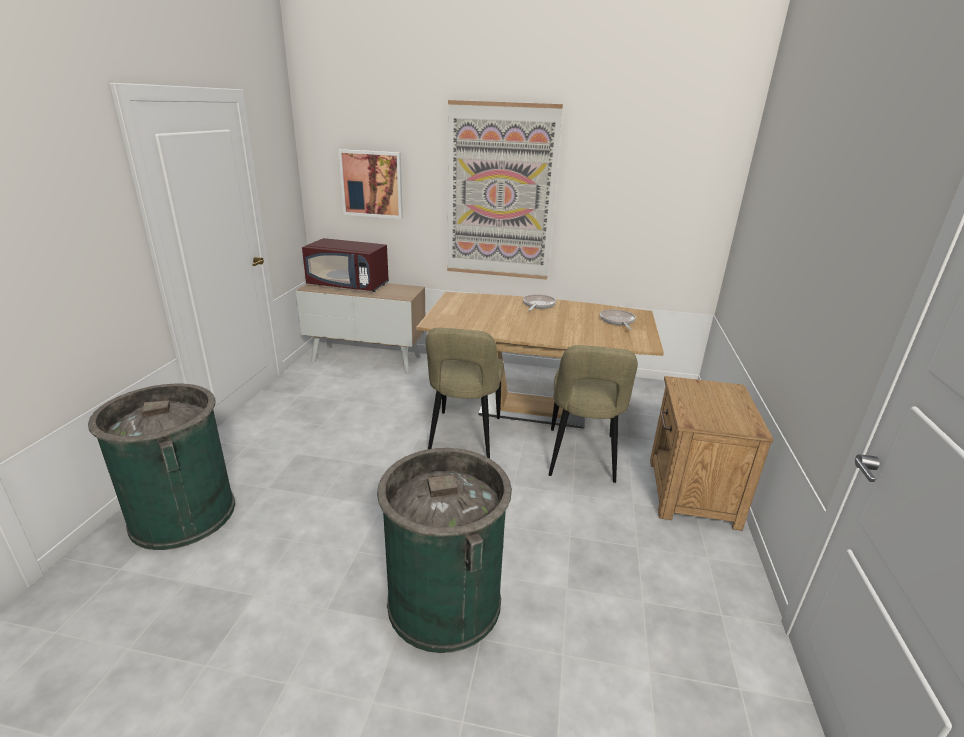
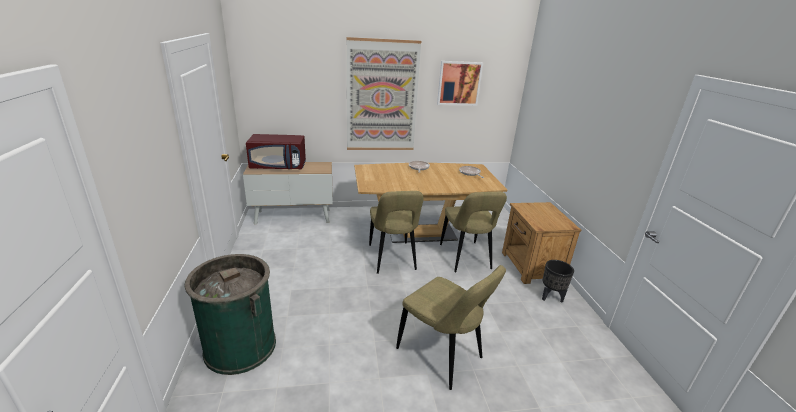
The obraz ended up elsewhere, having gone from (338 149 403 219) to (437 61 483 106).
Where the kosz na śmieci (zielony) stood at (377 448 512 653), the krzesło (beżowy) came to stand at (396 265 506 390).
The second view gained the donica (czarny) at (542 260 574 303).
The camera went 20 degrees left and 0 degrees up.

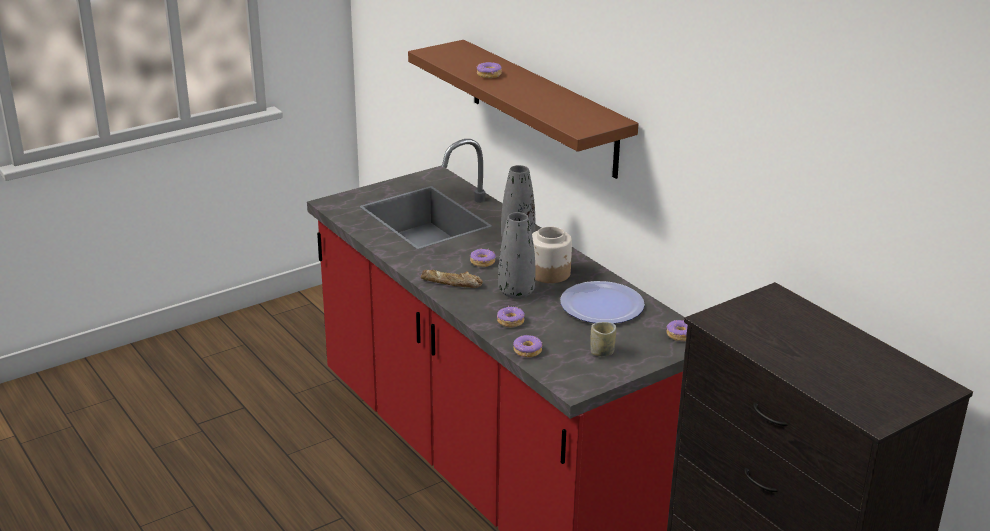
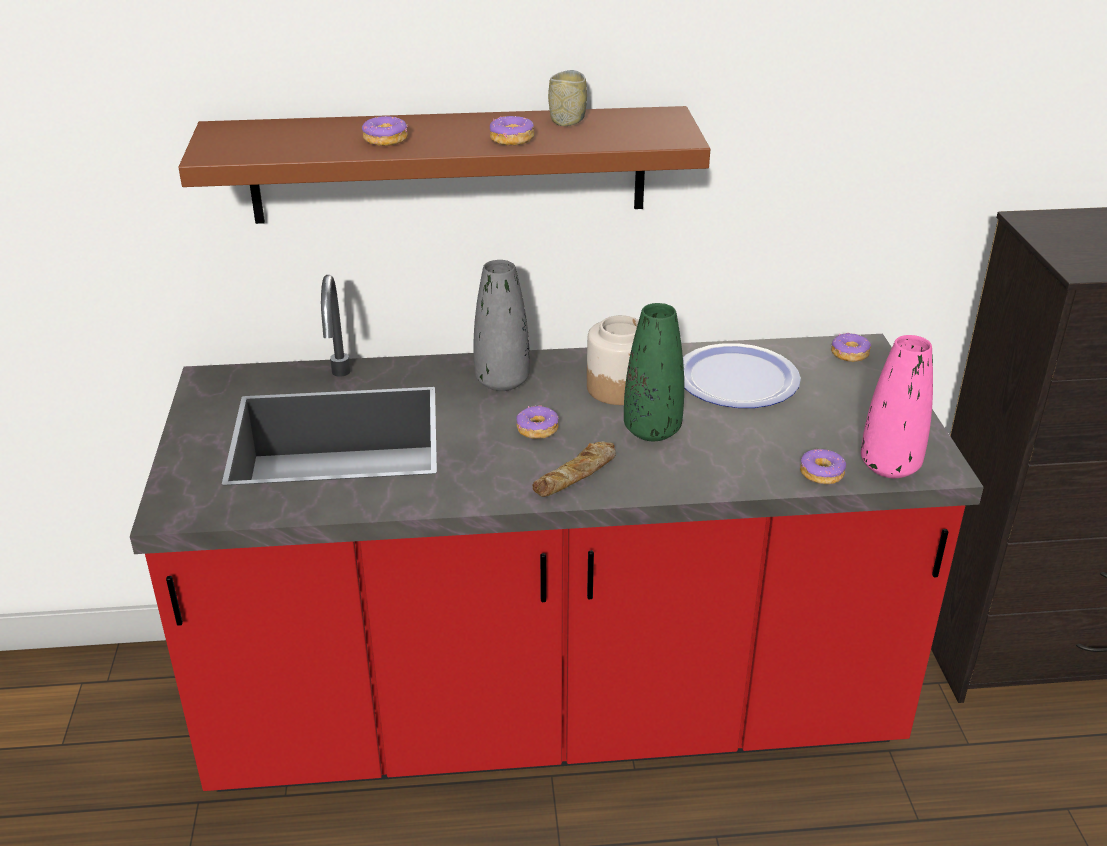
What was the wazon (szary) at (498 212 535 299) turned into the wazon (zielony) at (624 303 684 441).
The donut ended up elsewhere, having gone from (497 306 525 327) to (490 116 534 145).
The filiżanka ended up elsewhere, having gone from (590 322 616 356) to (548 70 587 126).
The second view gained the wazon (różowy) at (861 335 933 478).
The camera went 60 degrees left and 5 degrees up.

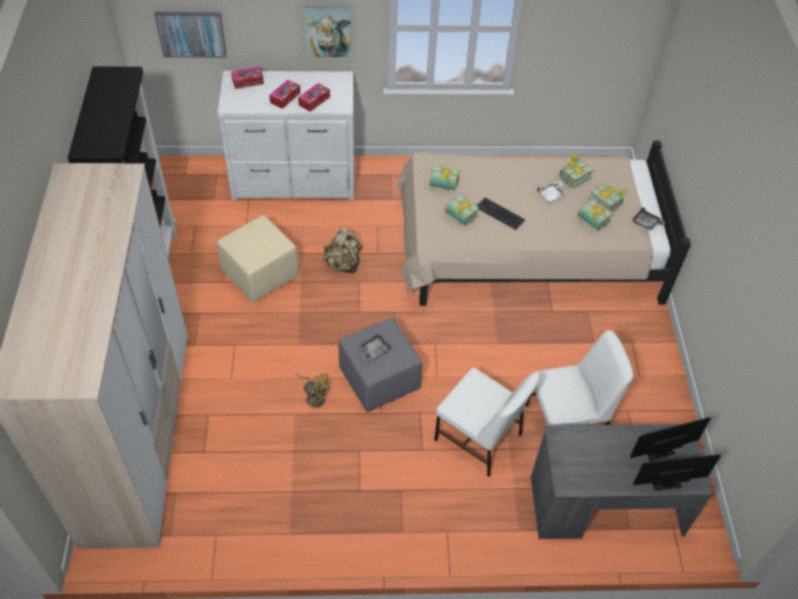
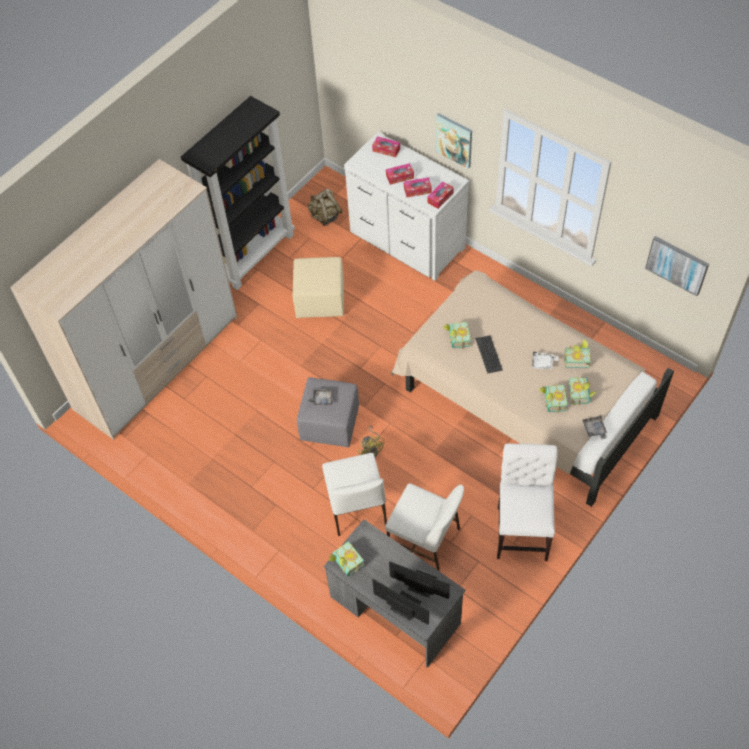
The obraz ended up elsewhere, having gone from (155 12 226 58) to (645 236 709 296).
The książka ended up elsewhere, having gone from (430 165 459 190) to (329 541 365 576).
The plecak (beżowy) ended up elsewhere, having gone from (323 228 362 274) to (308 188 342 226).
The wentylator (żółty) ended up elsewhere, having gone from (296 374 329 408) to (358 426 384 457).
The second view gained the pudełko chusteczek at (427 182 454 209).
The second view gained the krzesło (biały) at (497 443 558 561).
The camera went 45 degrees right and 5 degrees up.

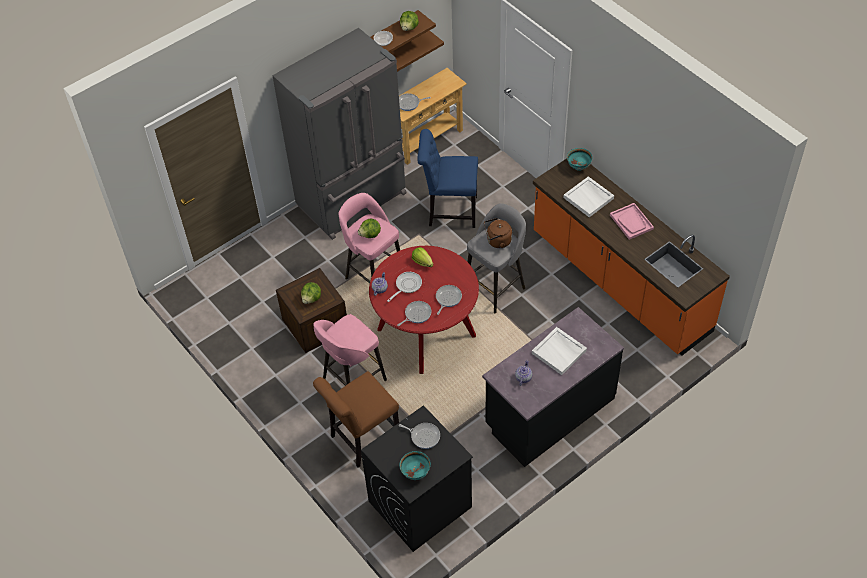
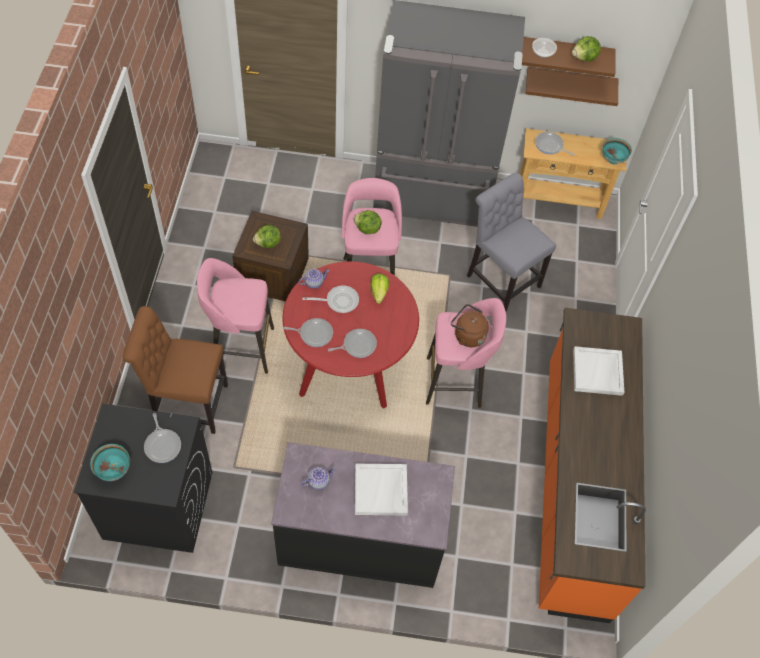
What was the krzesło (niebieski) at (417 129 478 228) turned into the krzesło (szary) at (467 173 556 312).
The miska (turkusowy) ended up elsewhere, having gone from (567 148 593 171) to (602 138 632 164).
What was the stołek (szary) at (467 203 526 314) turned into the stołek (różowy) at (426 298 506 408).
The second view lost the taca (różowy) at (610 203 654 240).
The camera went 40 degrees right and 5 degrees up.

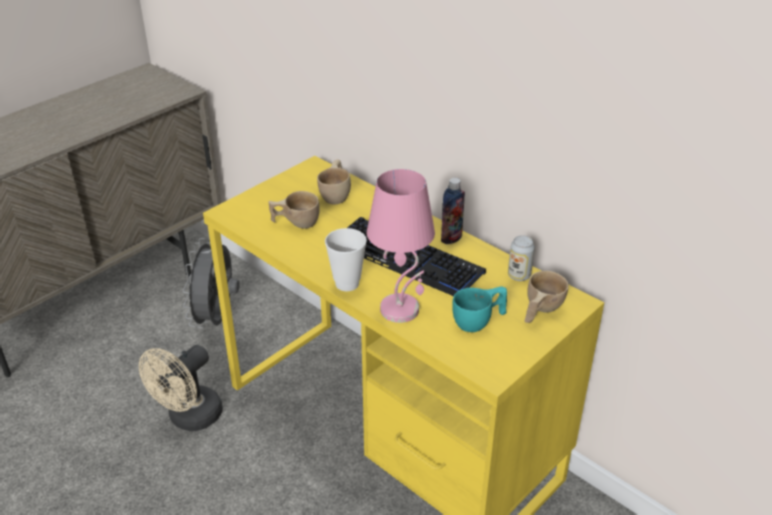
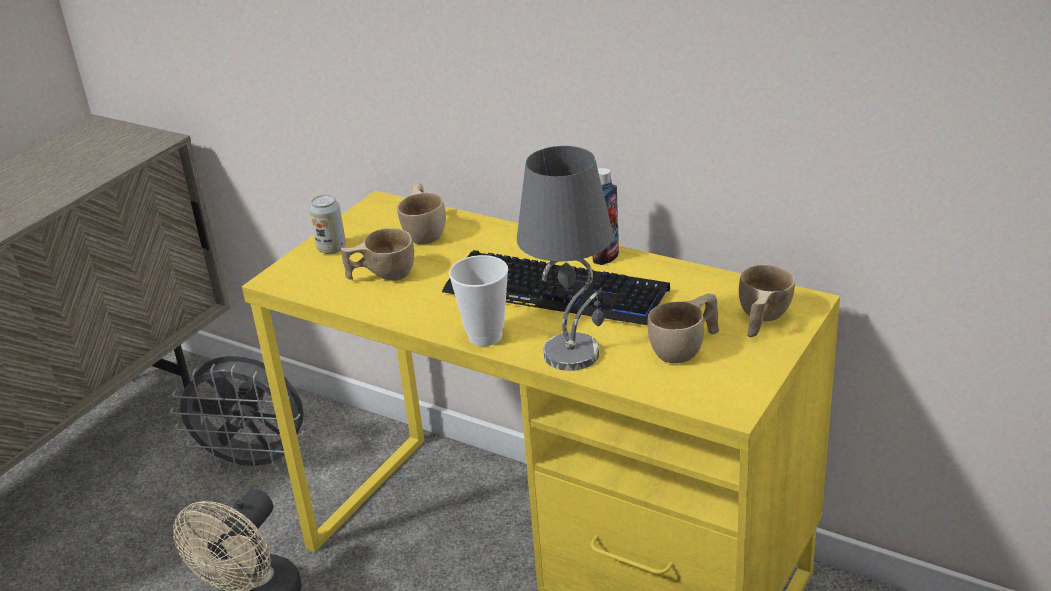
What was the lampa stołowa (różowy) at (367 169 435 323) turned into the lampa stołowa (szary) at (517 146 613 371).
The puszka ended up elsewhere, having gone from (508 235 535 281) to (309 195 346 254).
The wentylator (szary) at (183 238 240 329) ended up facing another way, 75 degrees counterclockwise from before.
What was the filiżanka (turkusowy) at (452 287 507 332) turned into the filiżanka (beżowy) at (647 294 719 363).
The camera went 10 degrees left and 5 degrees down.

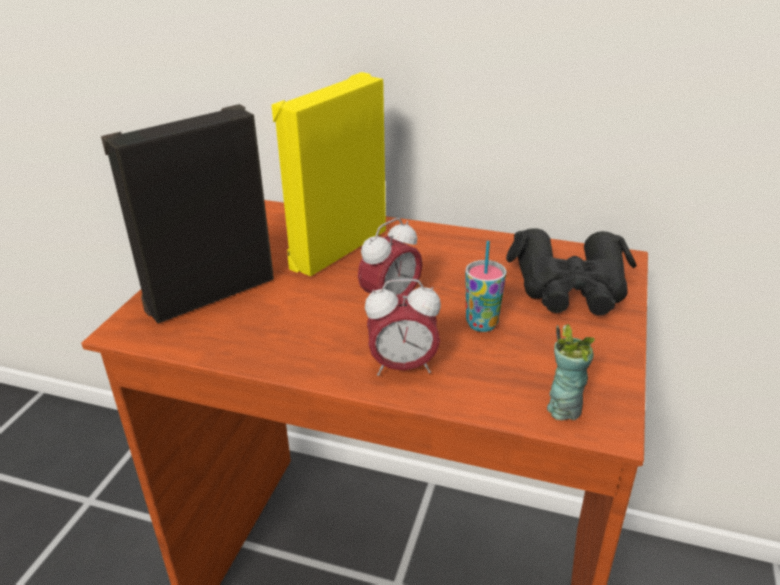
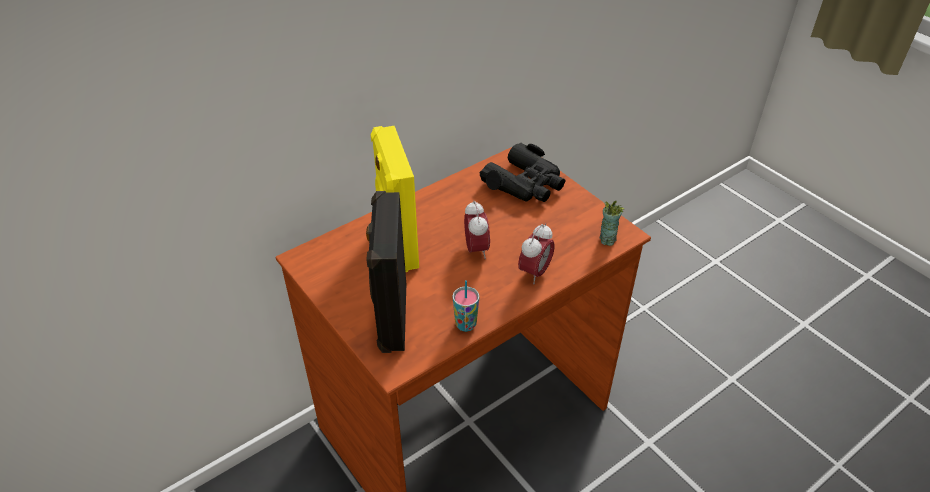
The filiżanka ended up elsewhere, having gone from (465 241 506 332) to (453 280 479 332).
The camera went 55 degrees left and 10 degrees up.

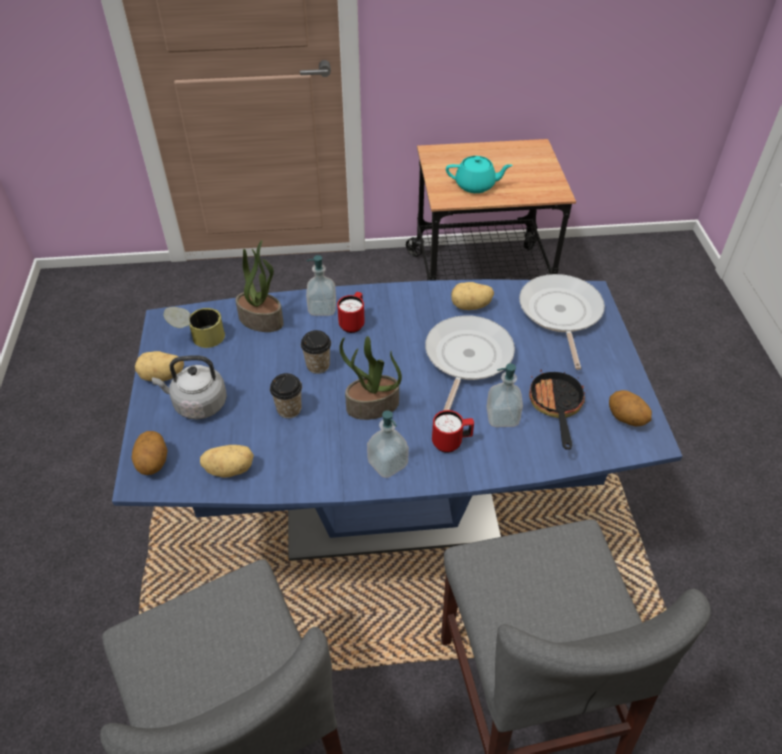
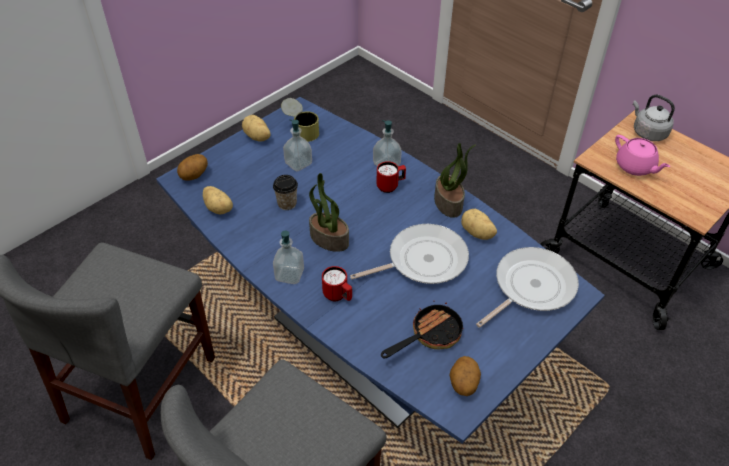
What was the imbryk (turkusowy) at (446 156 512 193) turned into the imbryk (różowy) at (615 135 671 176).
The roślina doniczkowa ended up elsewhere, having gone from (235 240 284 332) to (434 143 476 218).
The second view lost the filiżanka at (301 330 331 374).
The czajnik (szary) ended up elsewhere, having gone from (152 355 227 420) to (633 94 675 141).
The dozownik mydła ended up elsewhere, having gone from (486 363 523 427) to (283 119 312 171).
The camera went 50 degrees right and 0 degrees up.

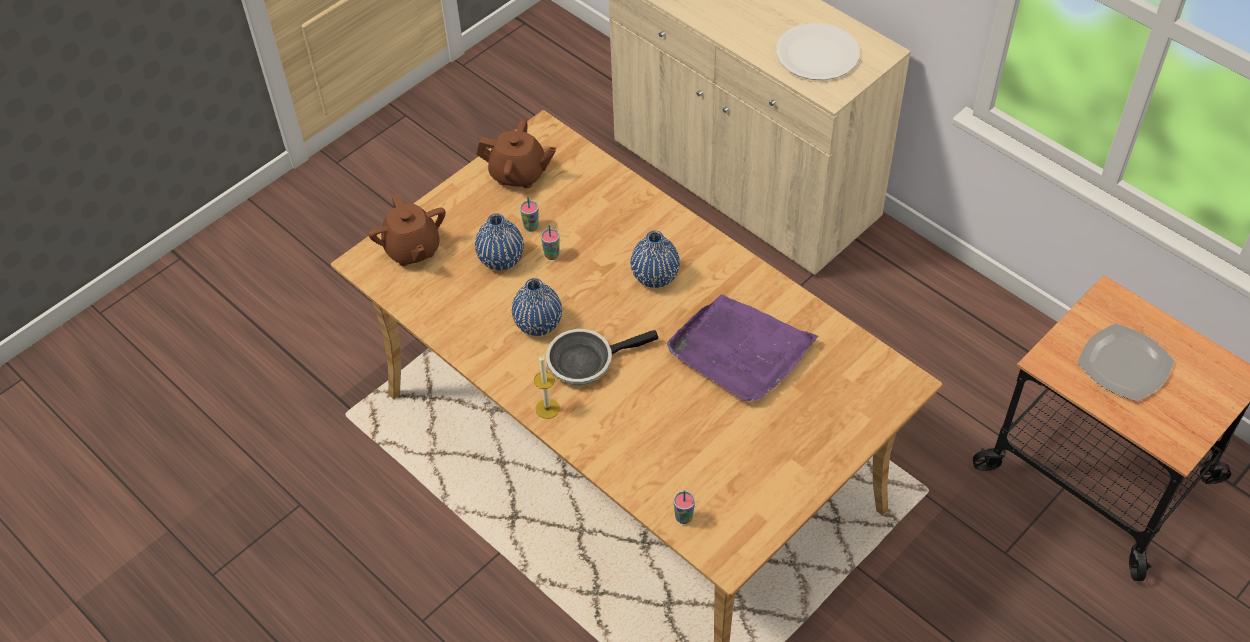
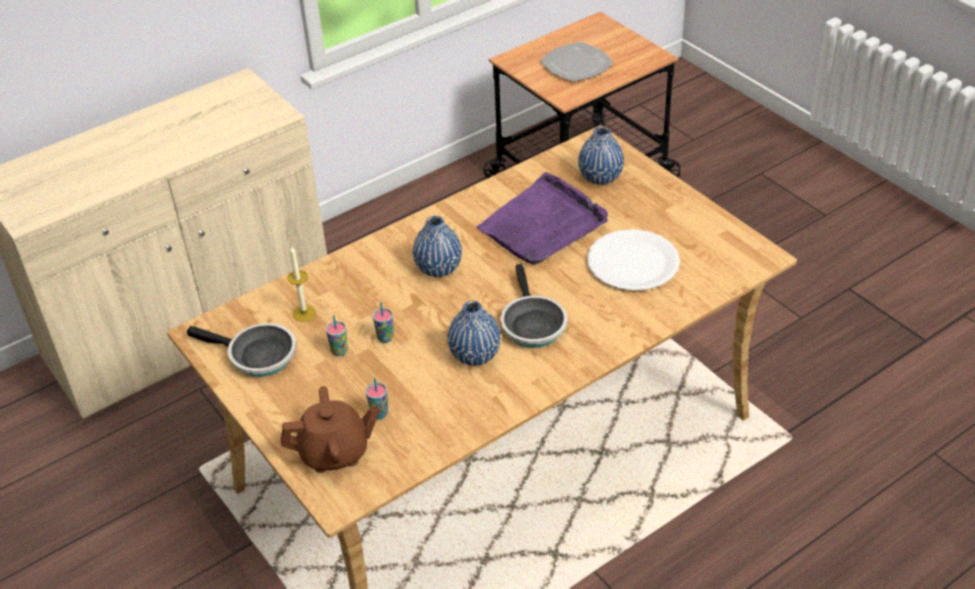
The talerz (biały) ended up elsewhere, having gone from (776 23 860 80) to (587 229 680 291).
Where the imbryk (brązowy) stood at (476 119 556 188), the patelnia came to stand at (187 323 296 377).
The wazon (niebieski) ended up elsewhere, having gone from (475 213 524 270) to (578 127 624 185).
The świeca ended up elsewhere, having gone from (534 355 560 419) to (287 246 316 322).
The filiżanka ended up elsewhere, having gone from (674 490 695 524) to (366 377 388 419).
The camera went 80 degrees left and 10 degrees down.

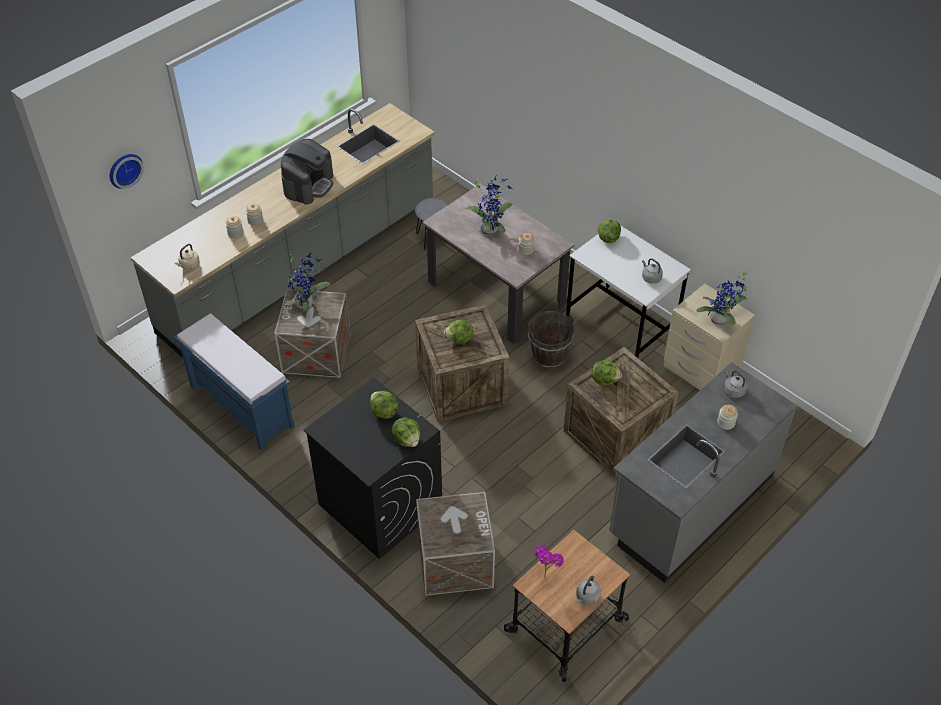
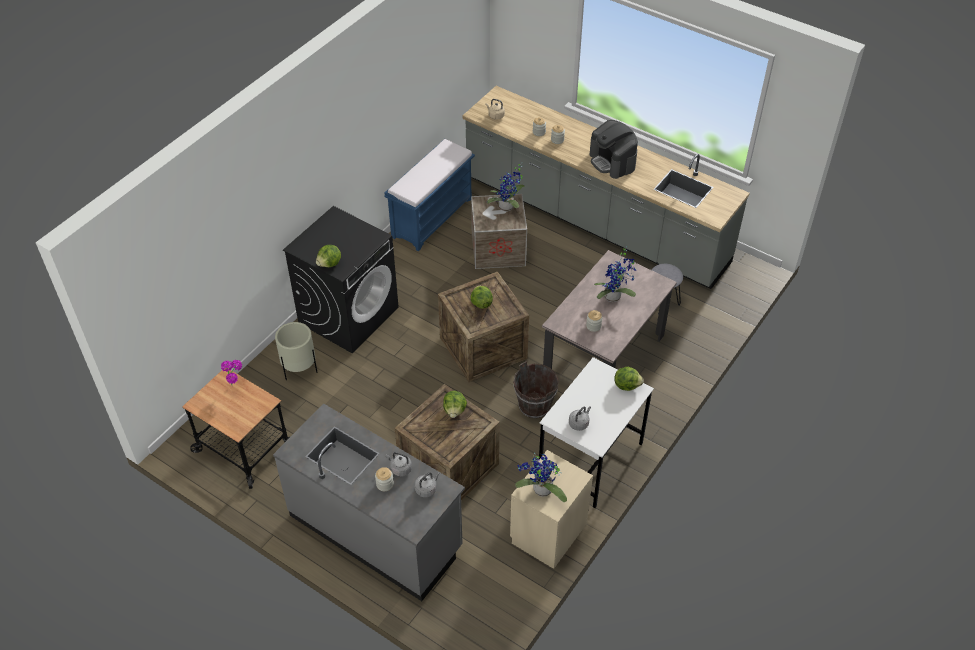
The ekspres do kawy at (281 139 333 205) ended up facing another way, 45 degrees clockwise from before.
The second view lost the zegar ścienny at (110 154 144 189).
The second view lost the sałata at (370 391 399 419).
Where the skrzynka stood at (416 492 495 596), the donica (beżowy) came to stand at (275 322 317 380).
The czajnik (szary) ended up elsewhere, having gone from (576 575 601 605) to (386 452 412 477).
The camera went 80 degrees right and 0 degrees up.

